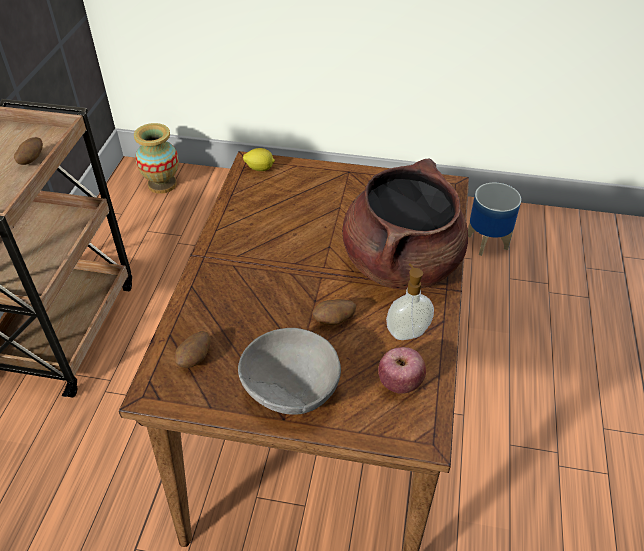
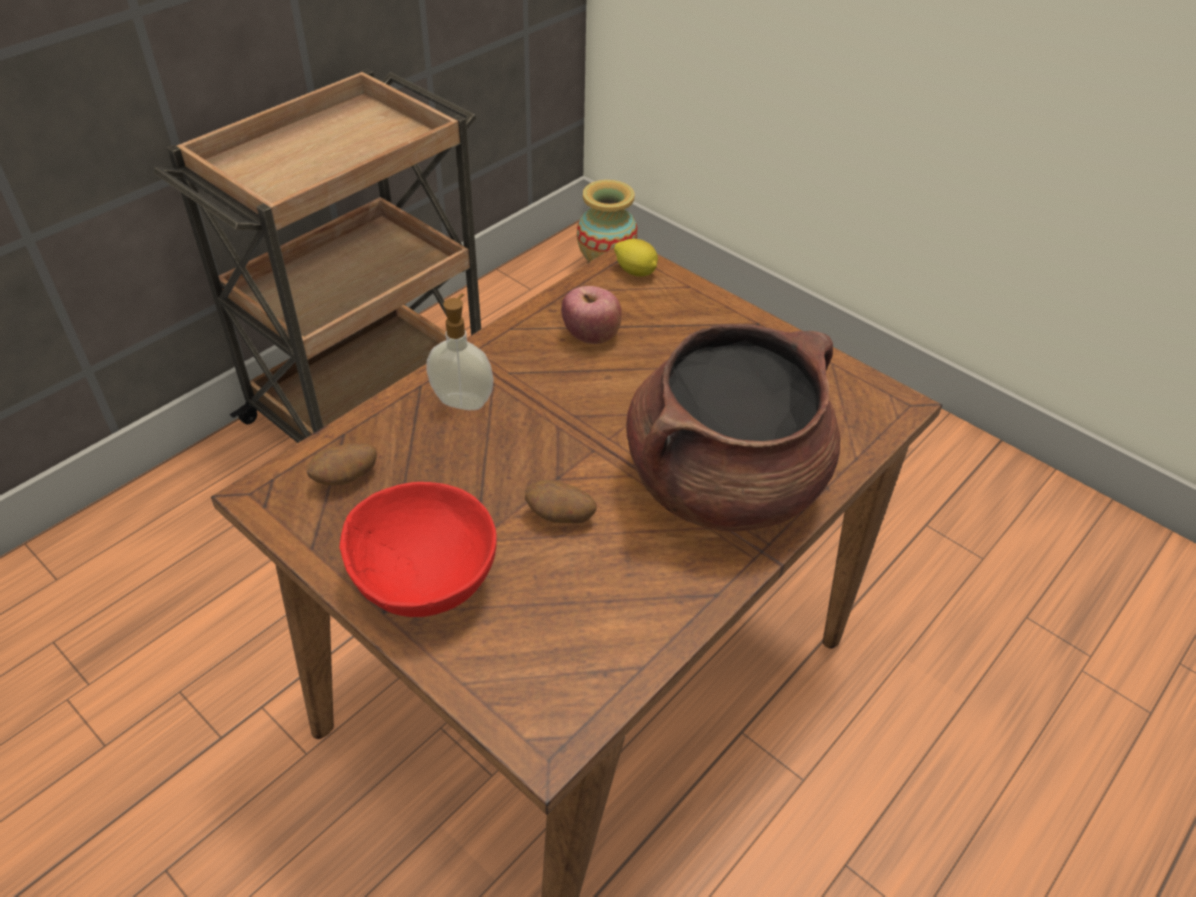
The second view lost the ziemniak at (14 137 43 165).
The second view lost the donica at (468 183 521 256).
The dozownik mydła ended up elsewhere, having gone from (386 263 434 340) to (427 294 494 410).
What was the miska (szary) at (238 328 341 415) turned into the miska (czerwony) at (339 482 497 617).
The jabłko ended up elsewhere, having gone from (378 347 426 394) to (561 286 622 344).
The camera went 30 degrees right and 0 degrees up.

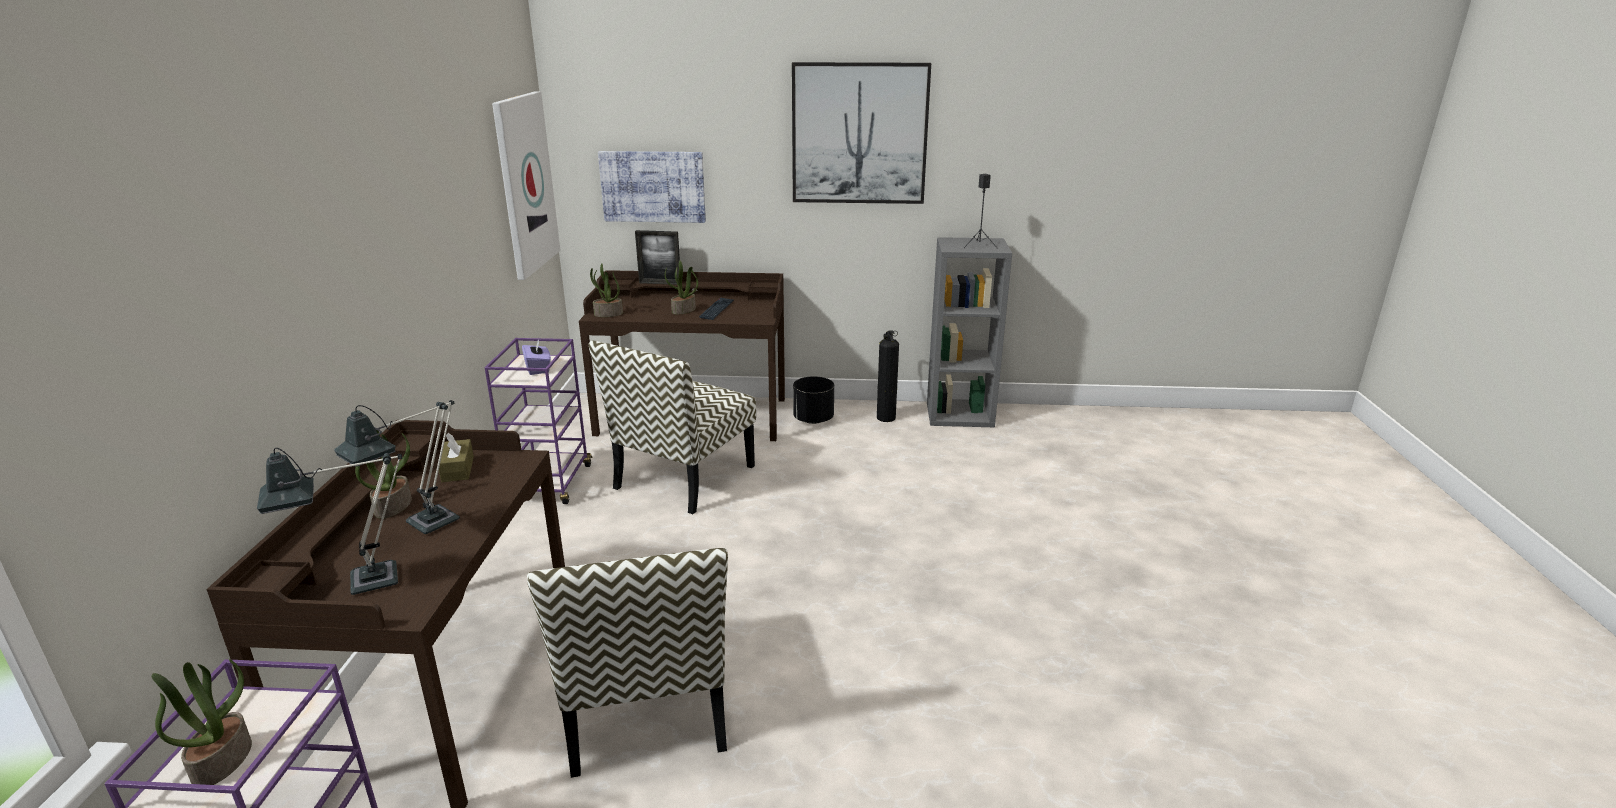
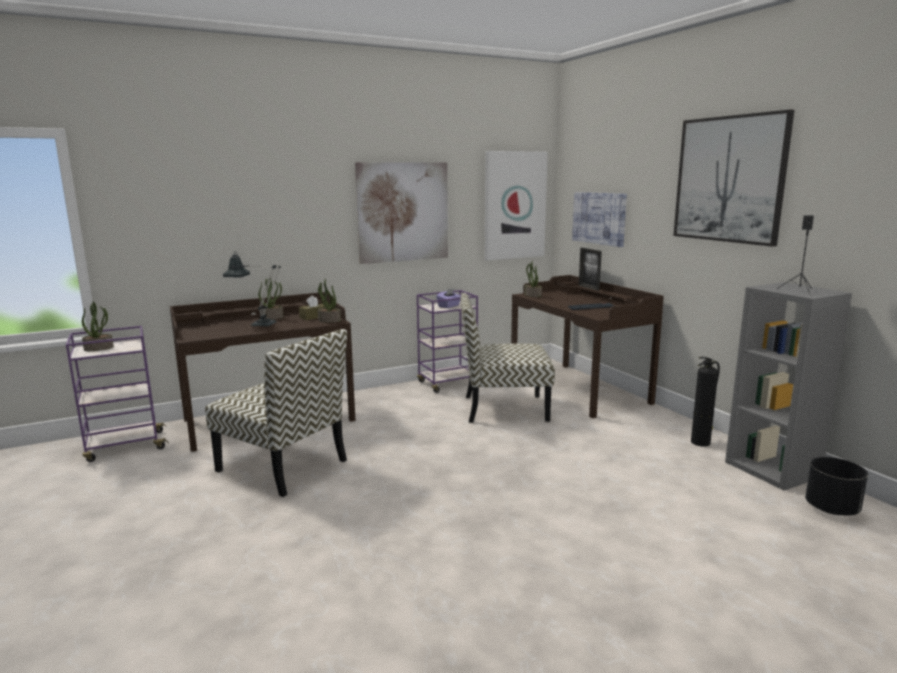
The roślina doniczkowa ended up elsewhere, having gone from (665 260 698 315) to (318 278 341 323).
The donica (czarny) ended up elsewhere, having gone from (793 376 834 424) to (805 457 868 516).
The second view lost the lampa stołowa at (257 448 402 595).
The krzesło at (527 548 728 778) ended up facing another way, 105 degrees counterclockwise from before.
The second view gained the obraz at (355 162 448 264).
The camera went 60 degrees right and 10 degrees down.

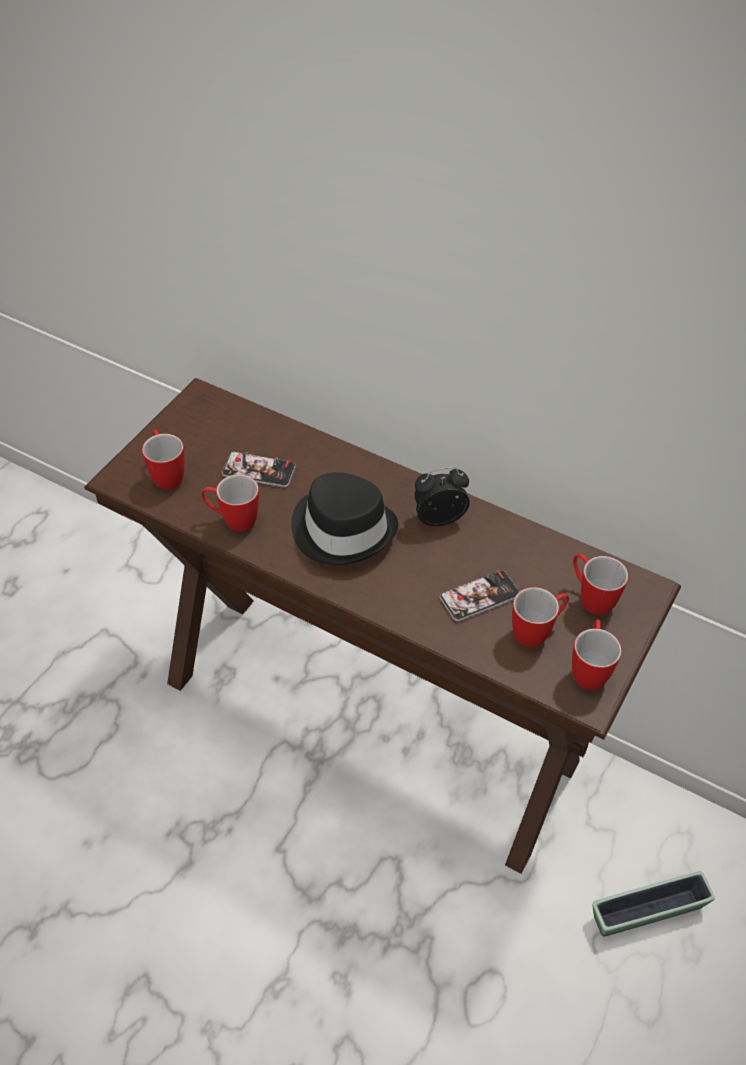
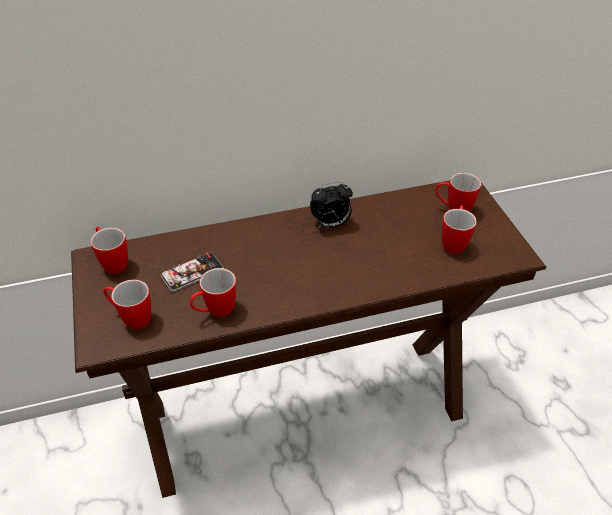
The budzik at (415 467 470 526) ended up facing another way, 135 degrees counterclockwise from before.
The second view lost the kapelusz (czarny) at (291 472 398 565).
The second view lost the telefon at (440 570 520 621).
The kubek ended up elsewhere, having gone from (572 619 622 690) to (90 227 128 274).
The second view lost the donica at (593 871 715 936).
The camera went 45 degrees left and 5 degrees down.

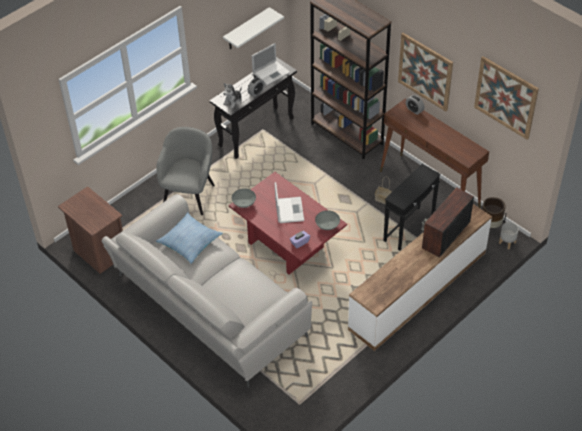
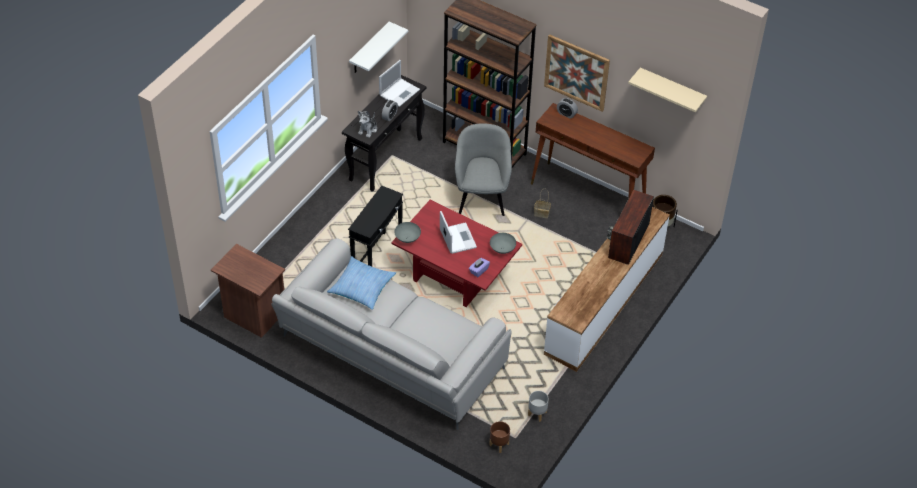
Where the obraz hung at (474 56 539 140), the półka (beżowy) came to hang at (628 68 707 112).
The fotel (szary) ended up elsewhere, having gone from (156 127 215 215) to (455 123 512 216).
The stolik (czarny) ended up elsewhere, having gone from (384 164 441 251) to (348 186 403 266).
The donica (szary) ended up elsewhere, having gone from (499 222 519 249) to (528 391 549 422).
The second view gained the donica (brązowy) at (489 421 510 453).
The camera went 15 degrees left and 0 degrees up.

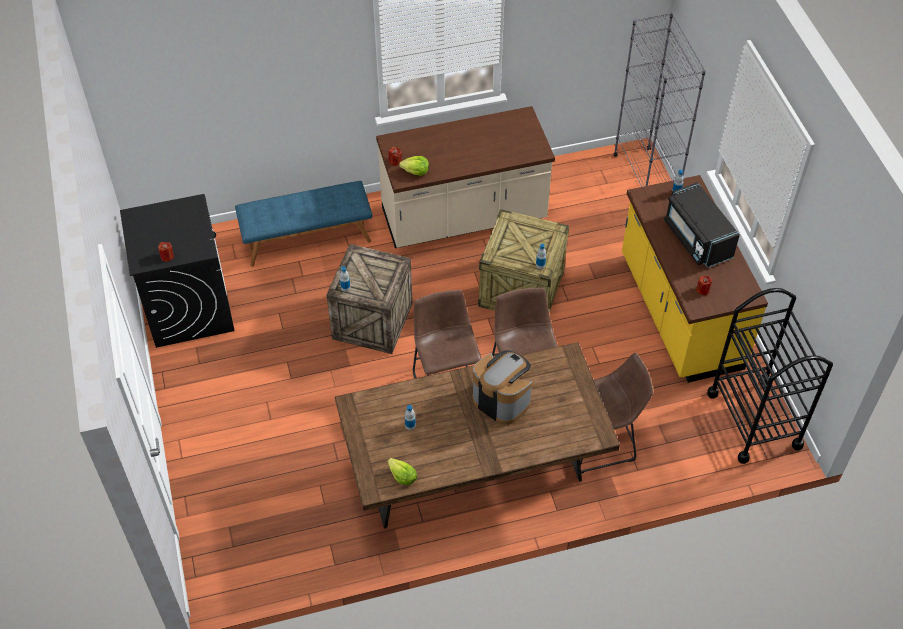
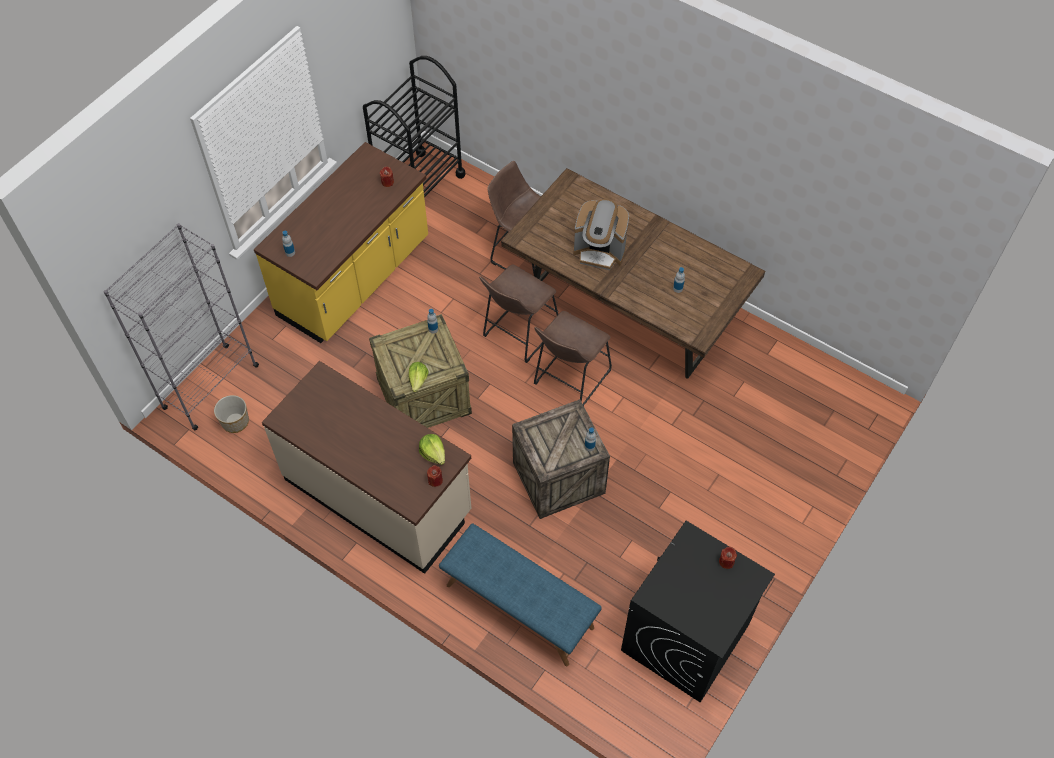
The second view lost the mikrofalówka (czarny) at (664 182 740 268).
The ekspres do kawy at (472 350 532 425) ended up facing another way, 75 degrees counterclockwise from before.
The sałata ended up elsewhere, having gone from (388 458 417 485) to (409 362 429 392).
The second view gained the donica at (214 395 249 433).
The camera went 130 degrees left and 5 degrees up.

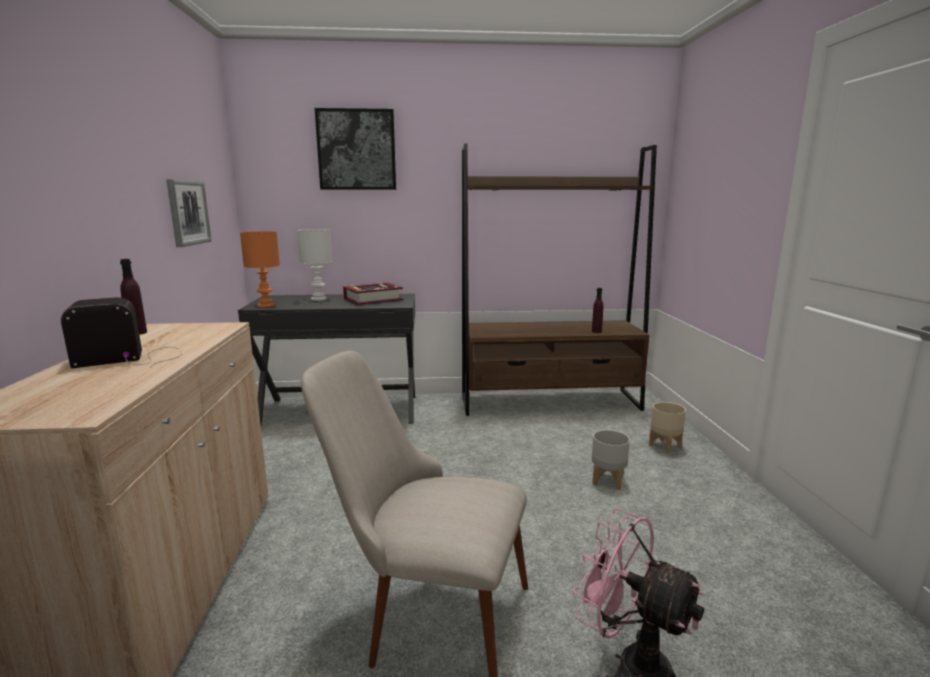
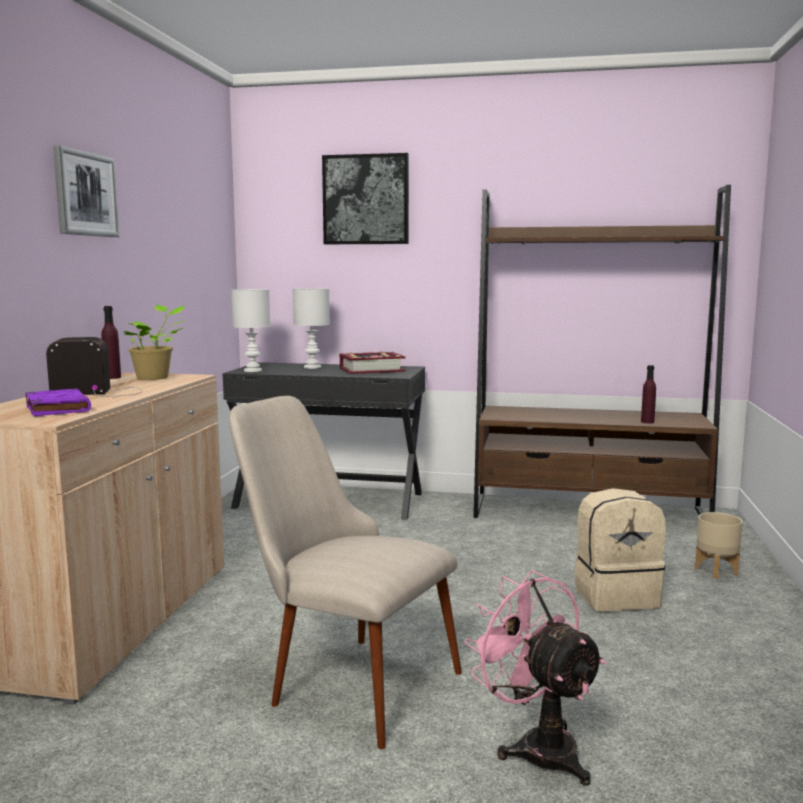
The obraz ended up elsewhere, having gone from (166 179 212 247) to (53 145 119 237).
What was the lampa stołowa (pomarańczowy) at (240 231 280 308) turned into the lampa stołowa (biały) at (231 289 270 372).
Where the donica (szary) stood at (592 430 630 490), the plecak (beżowy) came to stand at (574 488 666 611).
The second view gained the roślina doniczkowa at (124 305 186 380).
The second view gained the książka (fioletowy) at (25 389 91 416).
The camera went 15 degrees right and 5 degrees down.

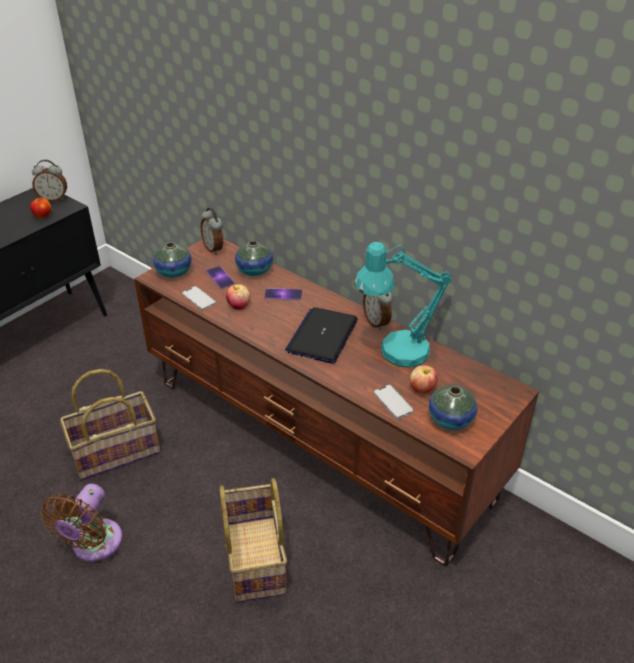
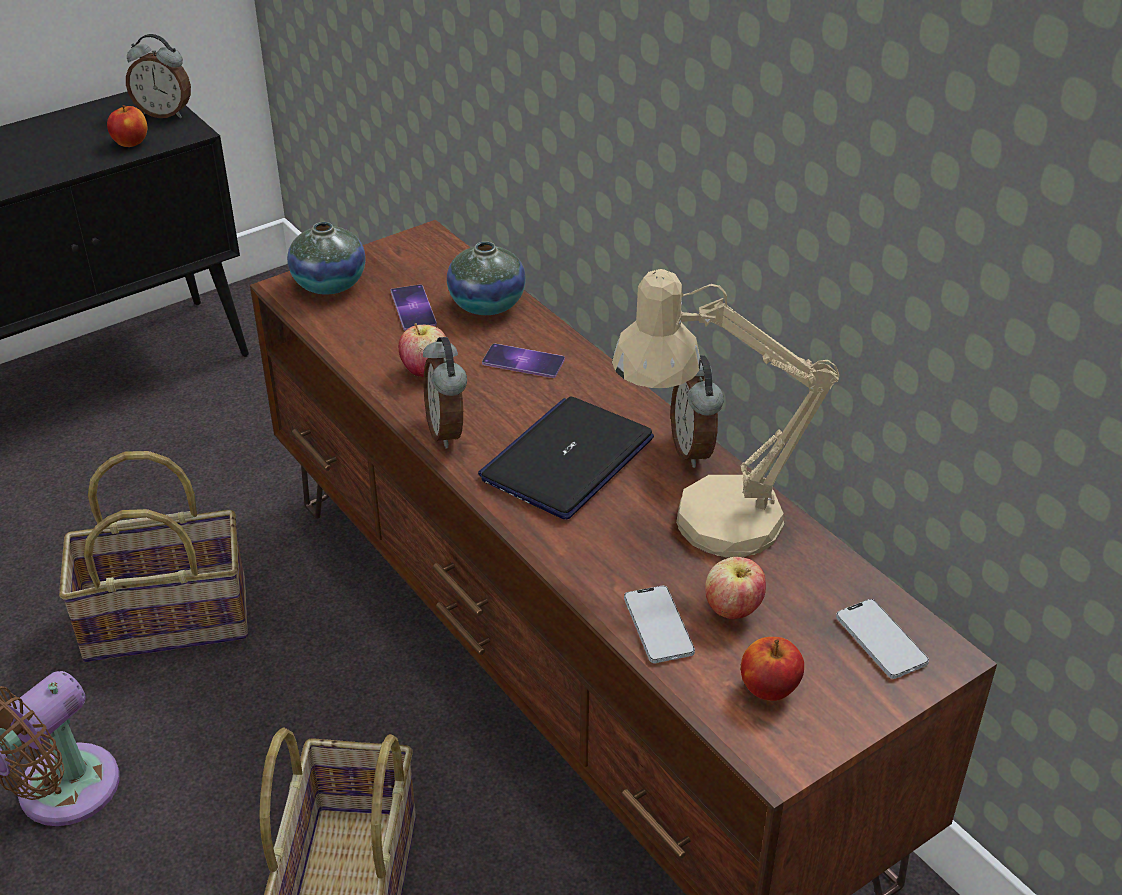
The budzik ended up elsewhere, having gone from (201 208 223 255) to (423 337 467 448).
What was the lampa stołowa (turkusowy) at (354 242 452 368) turned into the lampa stołowa (beżowy) at (612 269 839 557).
The telefon ended up elsewhere, having gone from (182 286 216 310) to (836 599 929 679).
Where the wazon stood at (429 385 478 430), the jabłko came to stand at (741 637 804 701).
The camera went 15 degrees right and 0 degrees up.

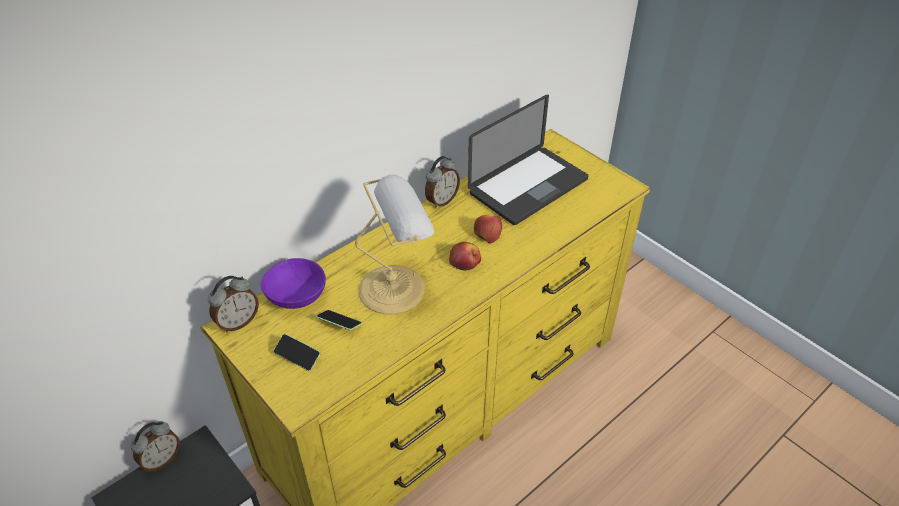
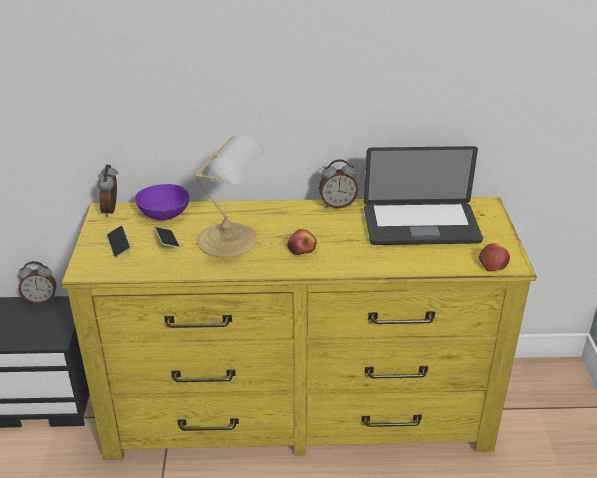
The jabłko ended up elsewhere, having gone from (474 215 502 243) to (479 243 510 272).
The budzik at (208 276 259 332) ended up facing another way, 90 degrees clockwise from before.
The camera went 40 degrees right and 10 degrees down.

